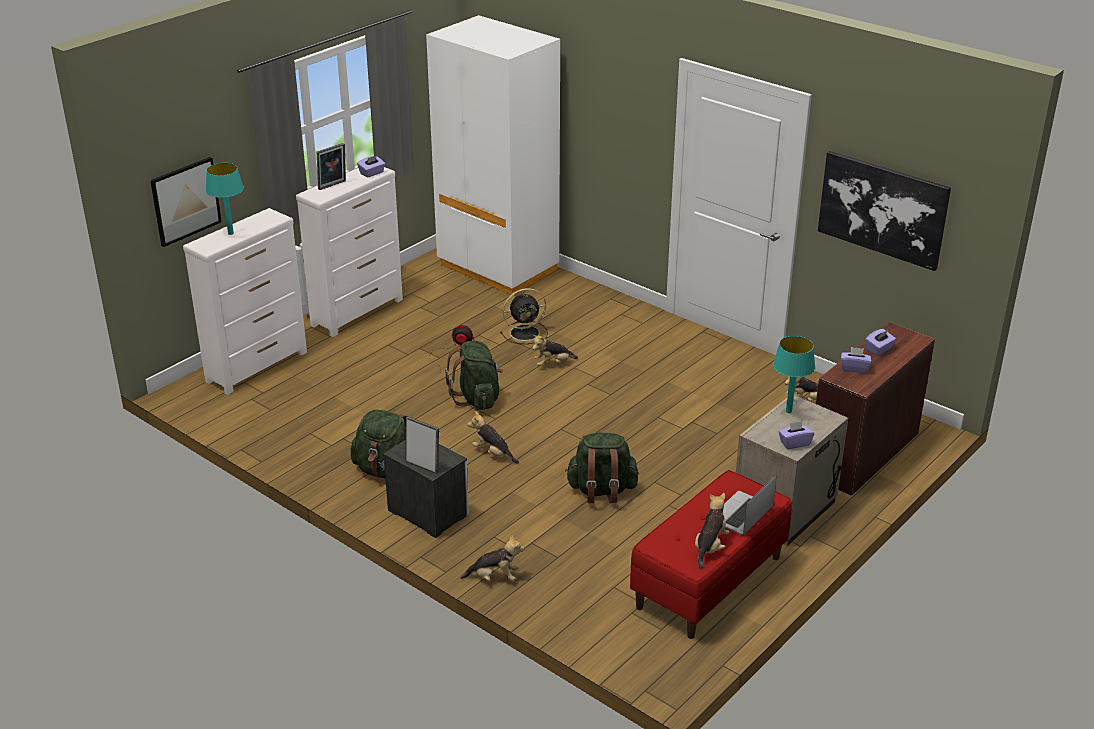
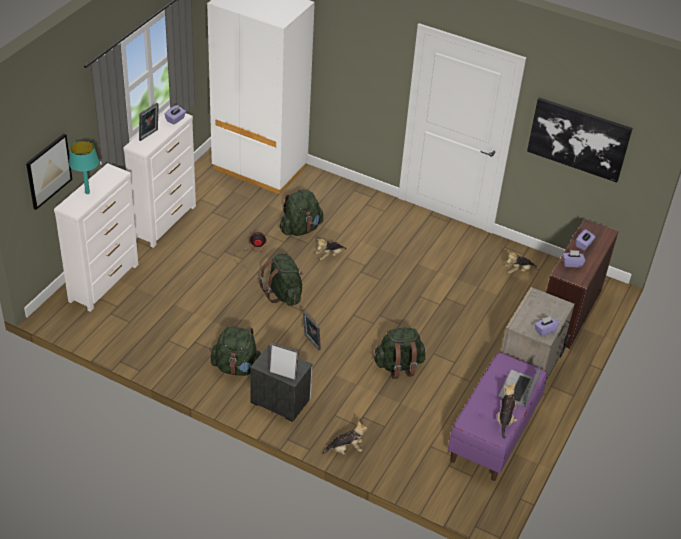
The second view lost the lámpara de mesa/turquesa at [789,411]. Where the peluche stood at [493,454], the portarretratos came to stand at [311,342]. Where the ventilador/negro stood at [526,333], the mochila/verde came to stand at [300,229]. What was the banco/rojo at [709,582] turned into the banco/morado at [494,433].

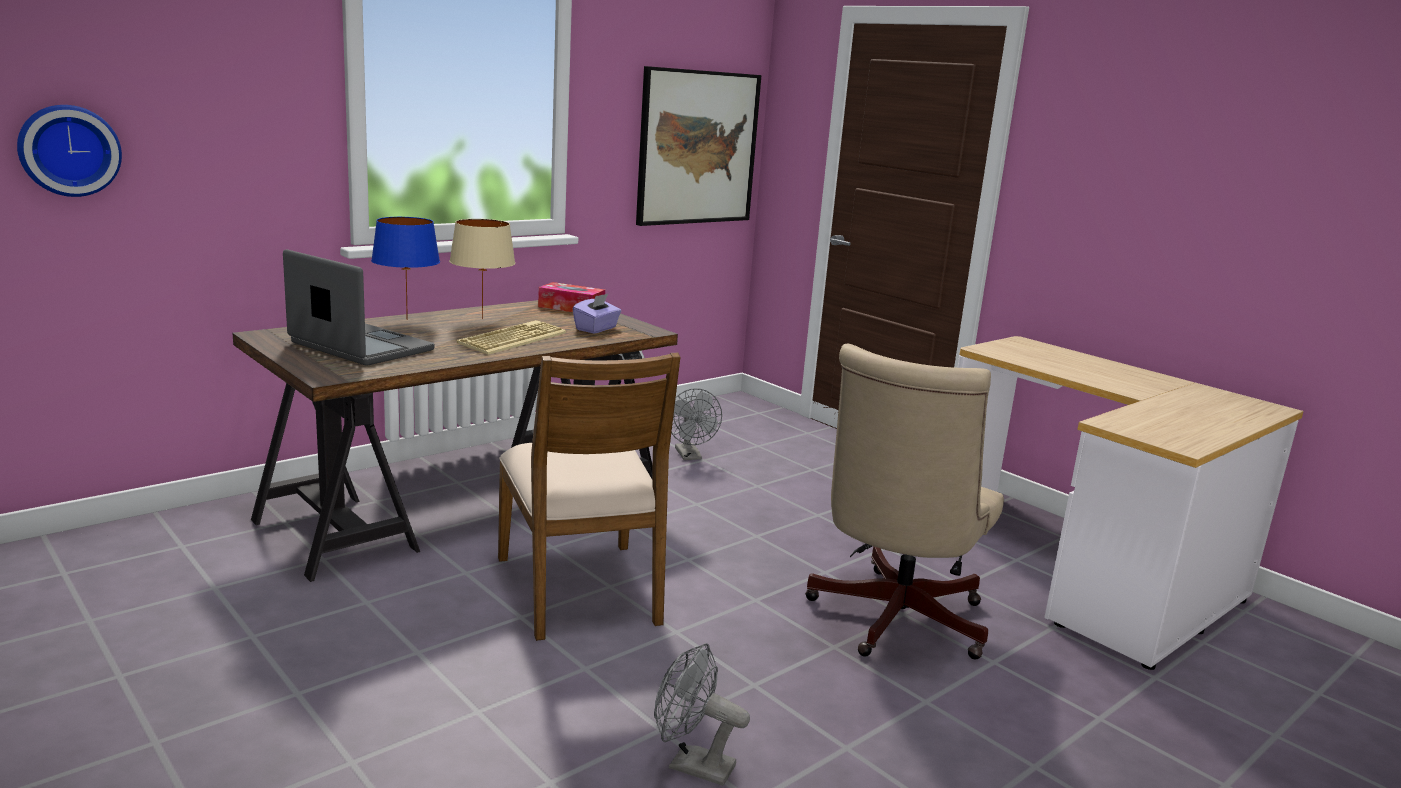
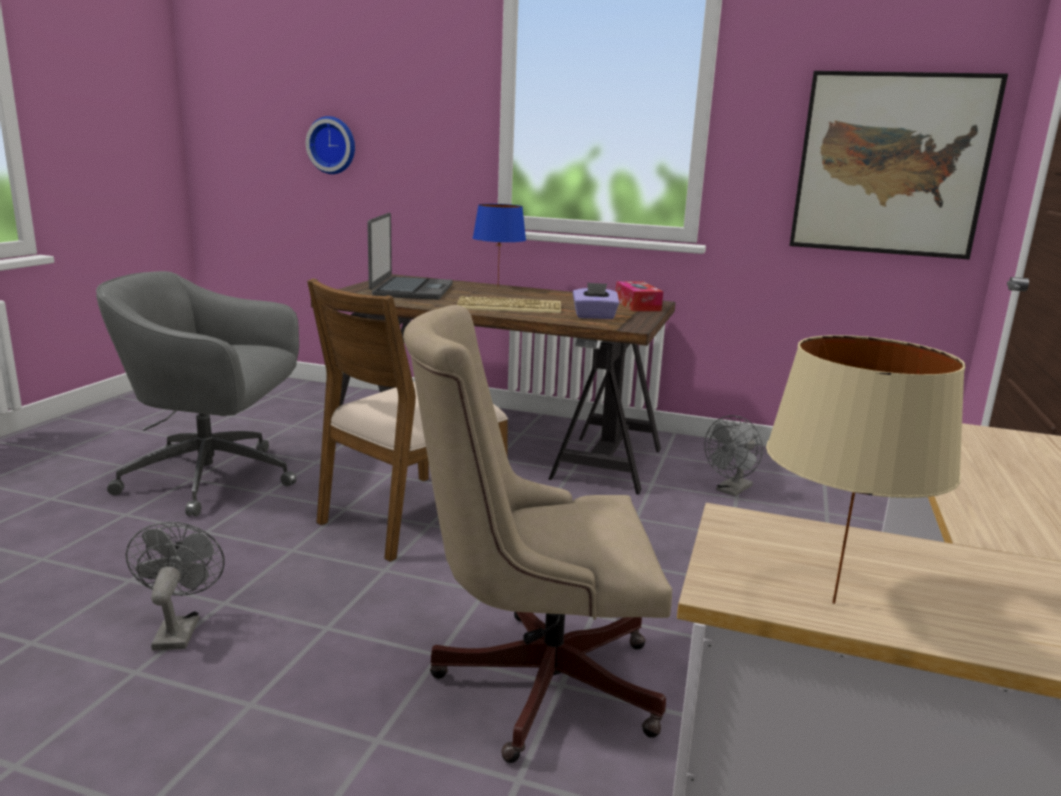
The second view gained the silla de oficina/gris at [215,479]. The lámpara de mesa/beis ended up elsewhere, having gone from [482,319] to [834,602].

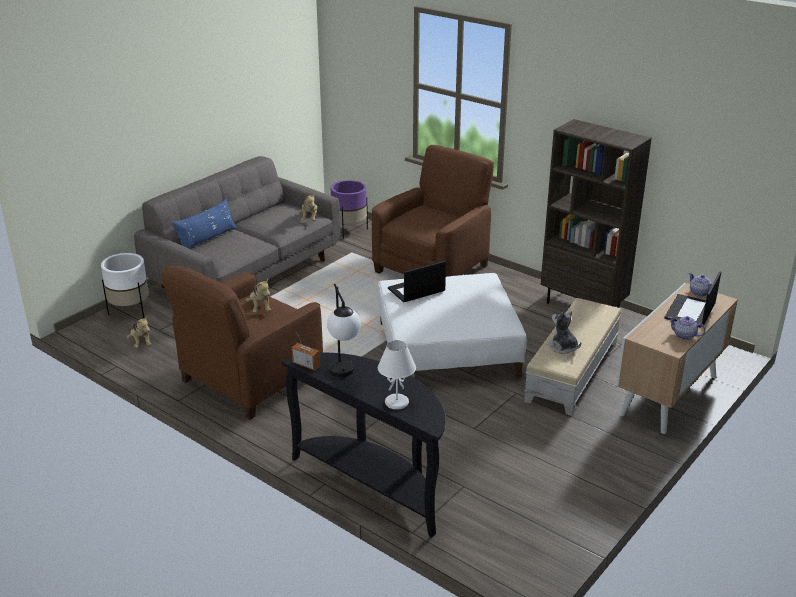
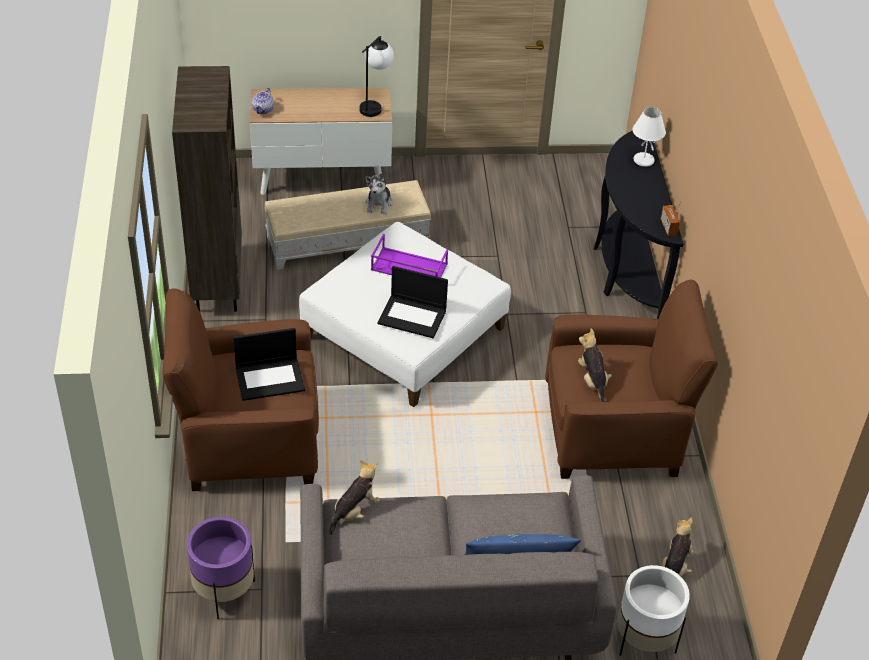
The second view lost the tetera at [684,335]. The second view gained the bandeja/morado at [408,267]. The lámpara de mesa ended up elsewhere, having gone from [344,376] to [375,105]. The portátil ended up elsewhere, having gone from [690,312] to [270,378]. The peluche at [260,307] ended up facing another way, 45 degrees counterclockwise from before.

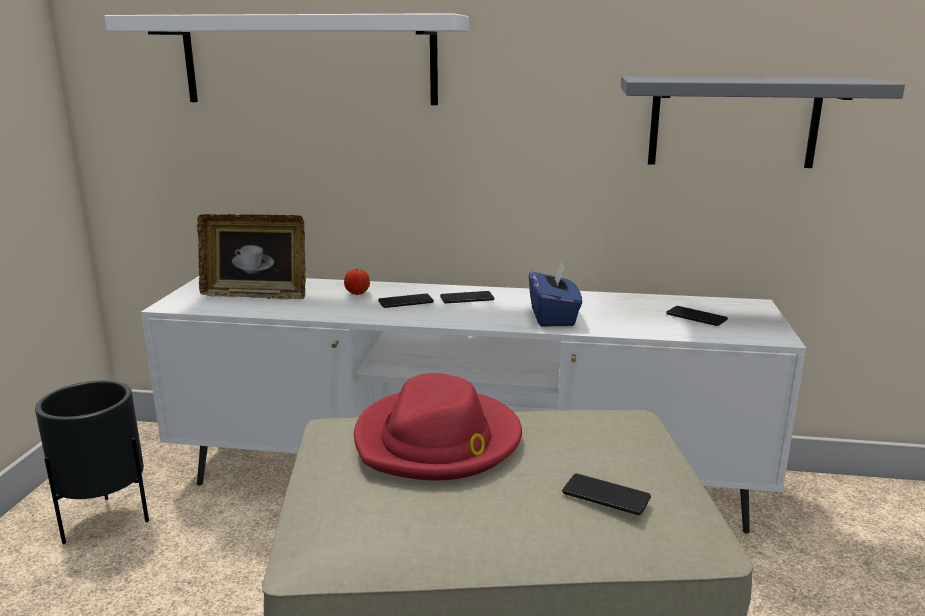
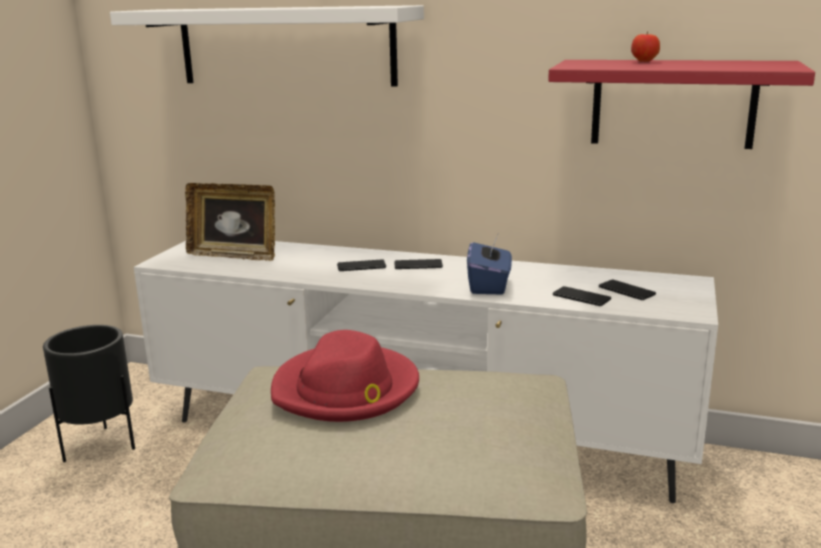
The manzana ended up elsewhere, having gone from [357,293] to [644,61]. The móvil ended up elsewhere, having gone from [606,495] to [581,297]. What was the estante/gris at [733,122] turned into the estante/rojo at [673,103].

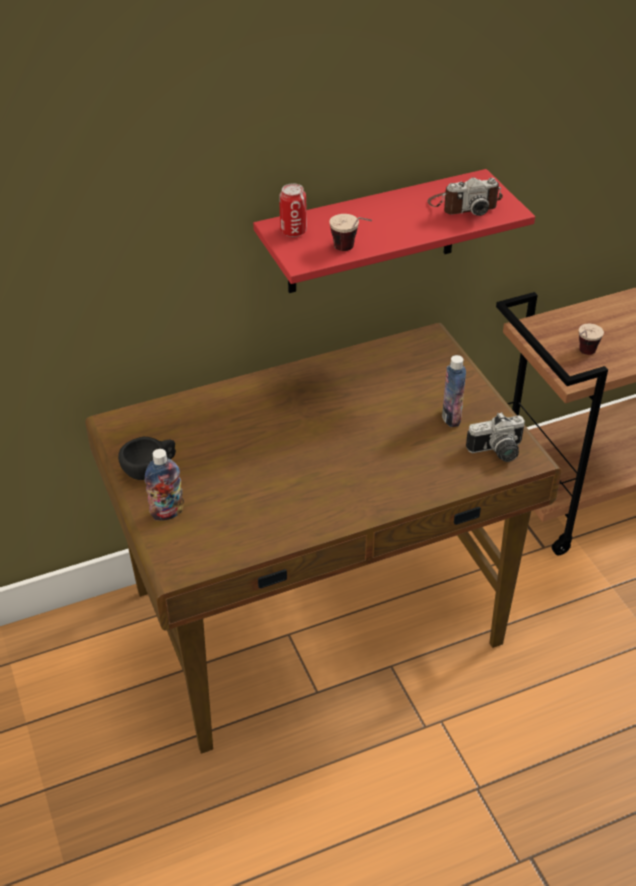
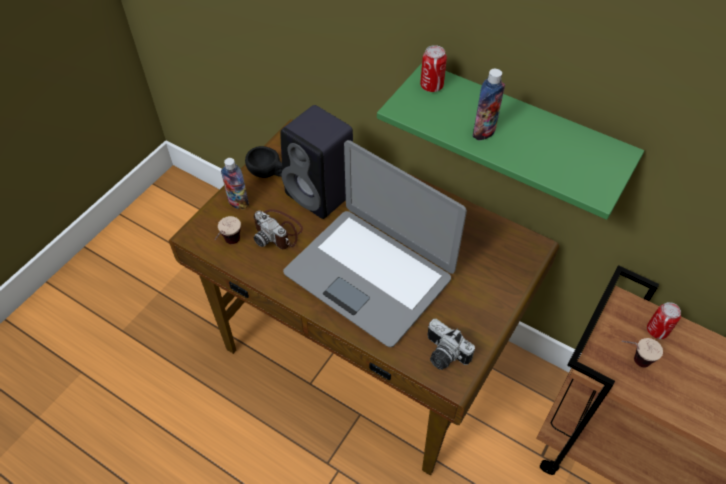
The second view gained the altavoz/negro at [322,194]. The second view gained the portátil at [369,274]. The second view gained the lata at [657,330]. The taza ended up elsewhere, having gone from [351,251] to [229,245]. The cámara ended up elsewhere, having gone from [464,205] to [278,231]. The botella ended up elsewhere, having gone from [451,418] to [484,132]. What was the estante/rojo at [372,233] turned into the estante/verde at [519,134].

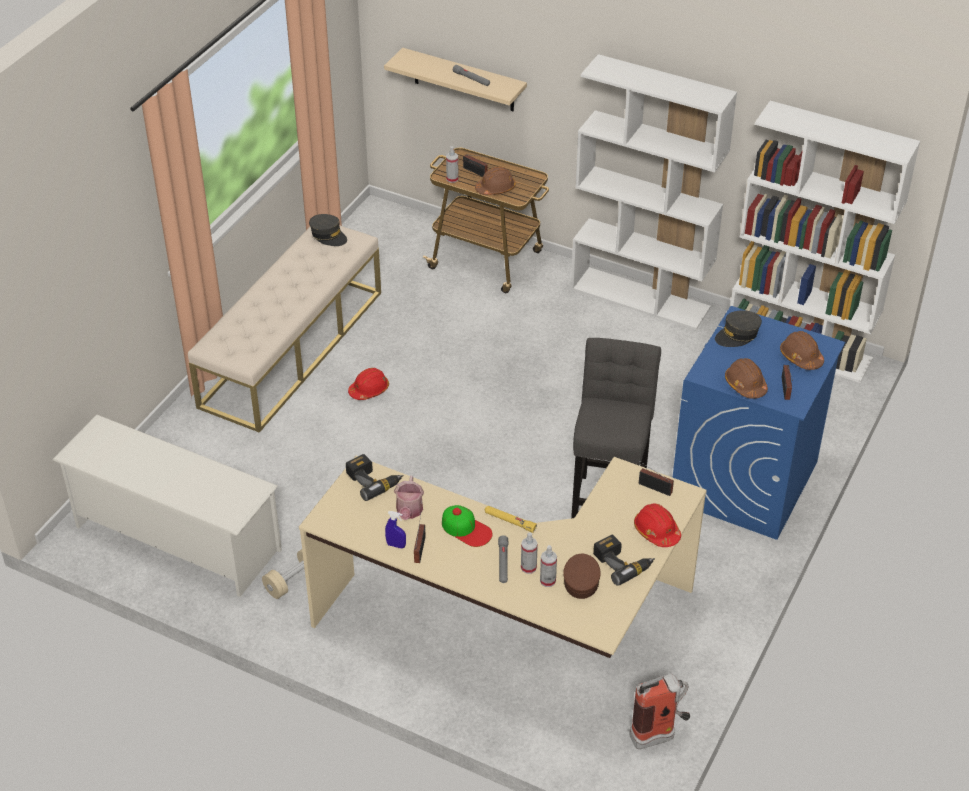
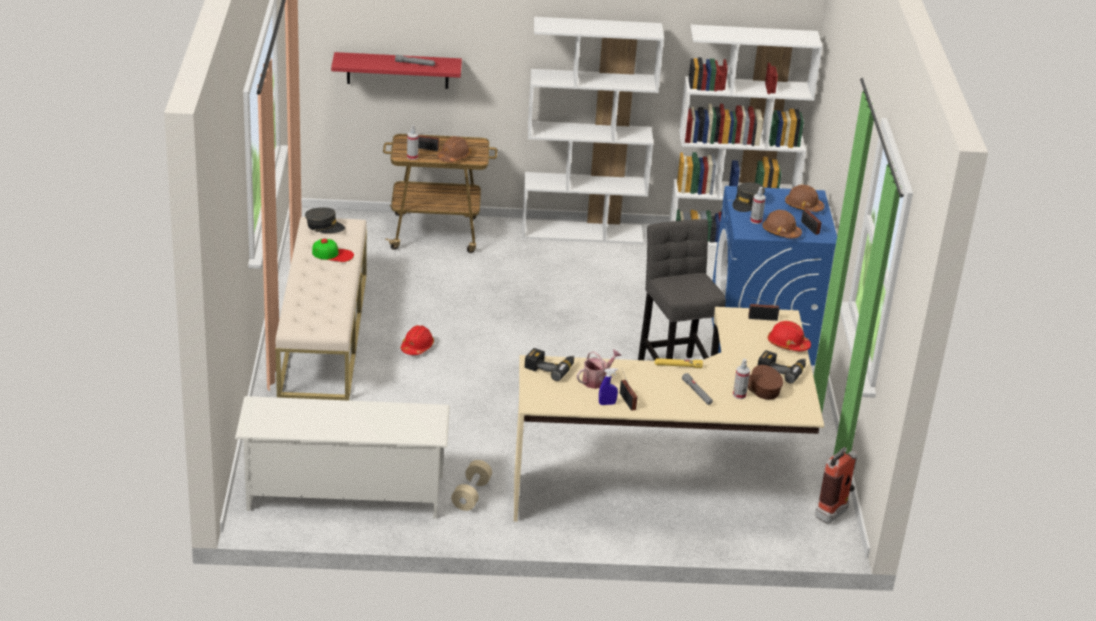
The gorra ended up elsewhere, having gone from [466,529] to [333,254]. The pulverizador ended up elsewhere, having gone from [528,567] to [756,221]. What was the estante/beis at [464,80] turned into the estante/rojo at [397,70]. The regadera at [409,512] ended up facing another way, 105 degrees counterclockwise from before.

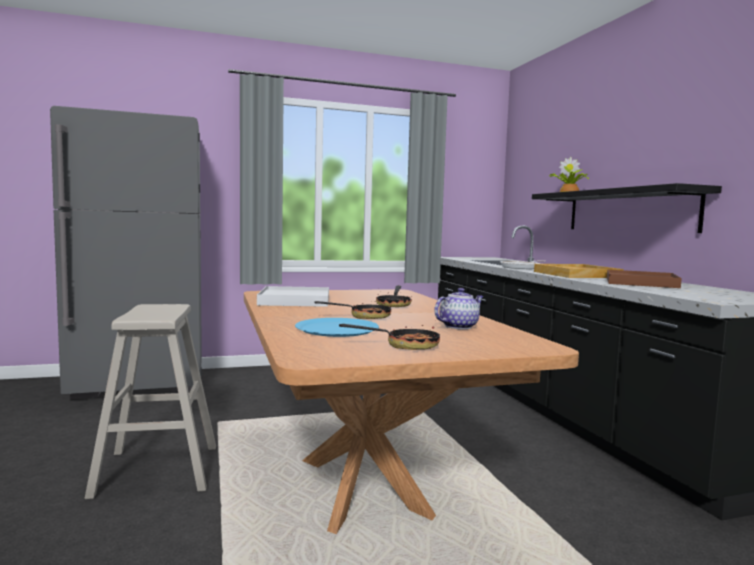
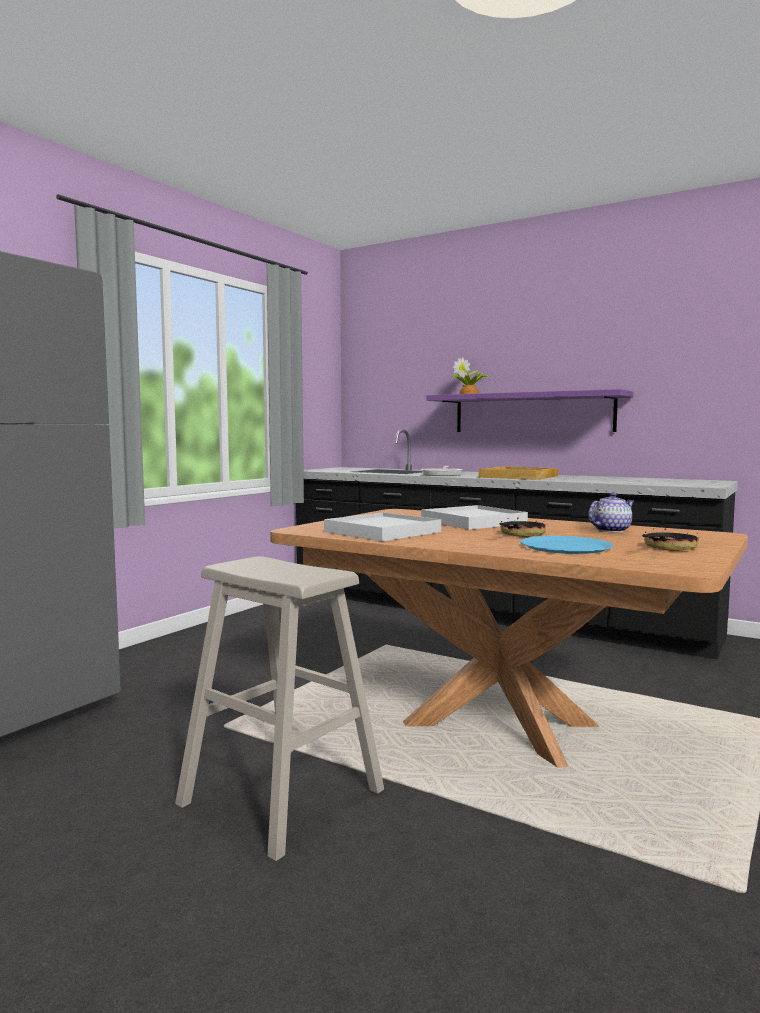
The second view lost the bandeja/marrón at [641,283]. Where the sartén stood at [394,304], the bandeja/blanco came to stand at [473,522]. What was the estante/negro at [628,211] turned into the estante/morado at [532,413]. The tetera at [458,326] ended up facing another way, 45 degrees clockwise from before.

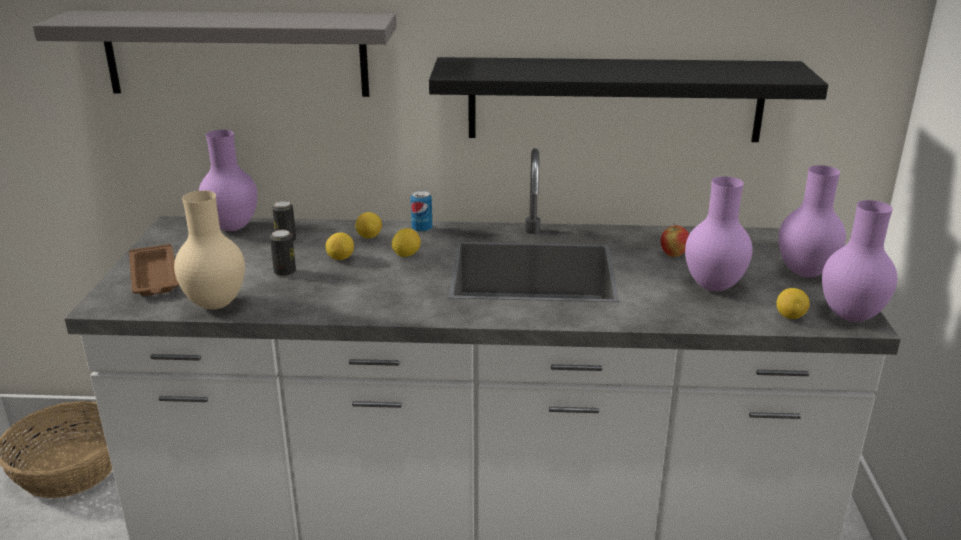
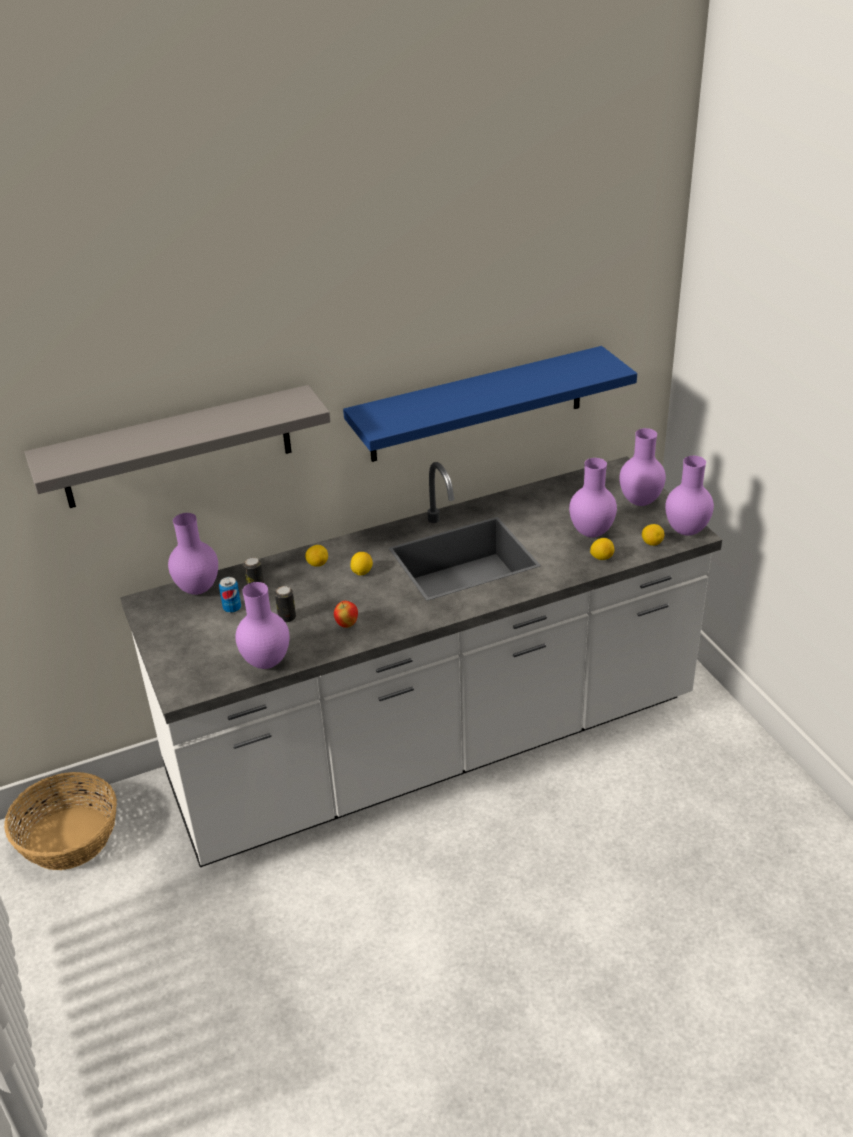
The second view lost the bandeja/marrón at [154,277]. The limón ended up elsewhere, having gone from [340,258] to [601,557]. The lata ended up elsewhere, having gone from [422,229] to [232,608]. The manzana ended up elsewhere, having gone from [673,255] to [347,624]. What was the florero/beis at [217,305] turned into the florero/morado at [267,662]. What was the estante/negro at [615,99] turned into the estante/azul at [477,404].

